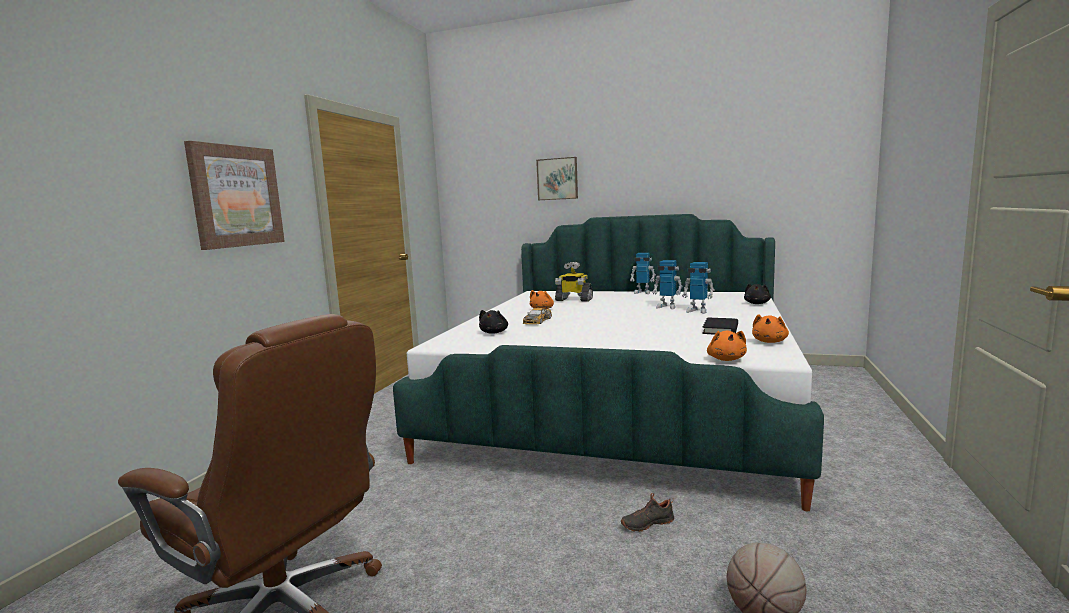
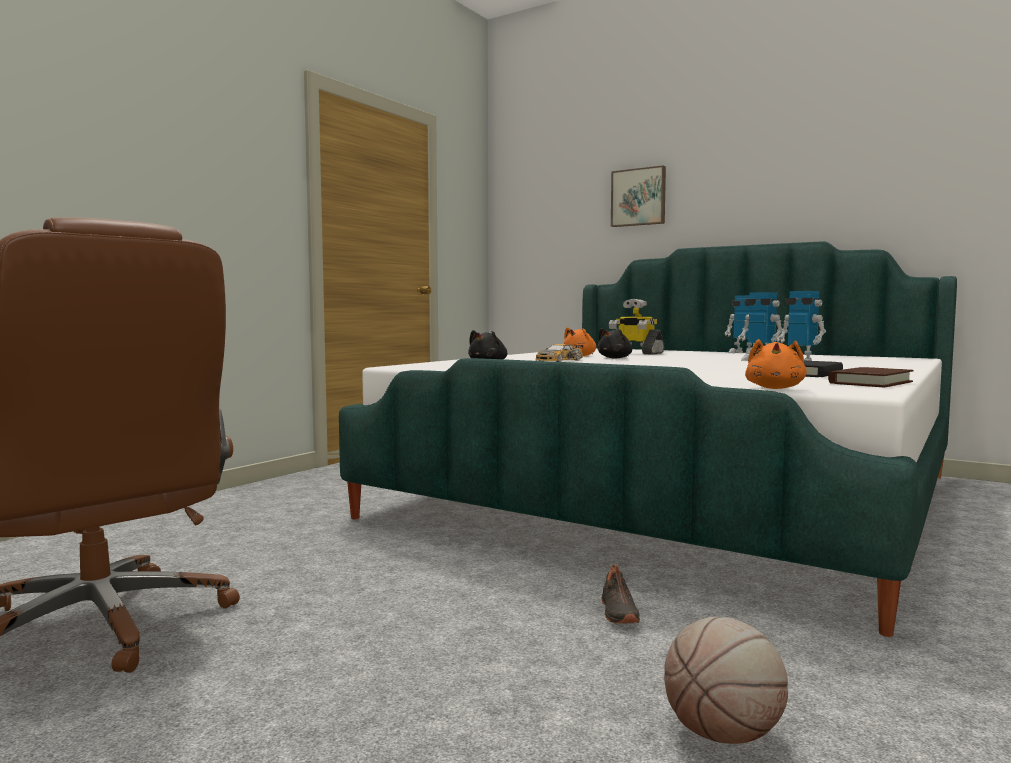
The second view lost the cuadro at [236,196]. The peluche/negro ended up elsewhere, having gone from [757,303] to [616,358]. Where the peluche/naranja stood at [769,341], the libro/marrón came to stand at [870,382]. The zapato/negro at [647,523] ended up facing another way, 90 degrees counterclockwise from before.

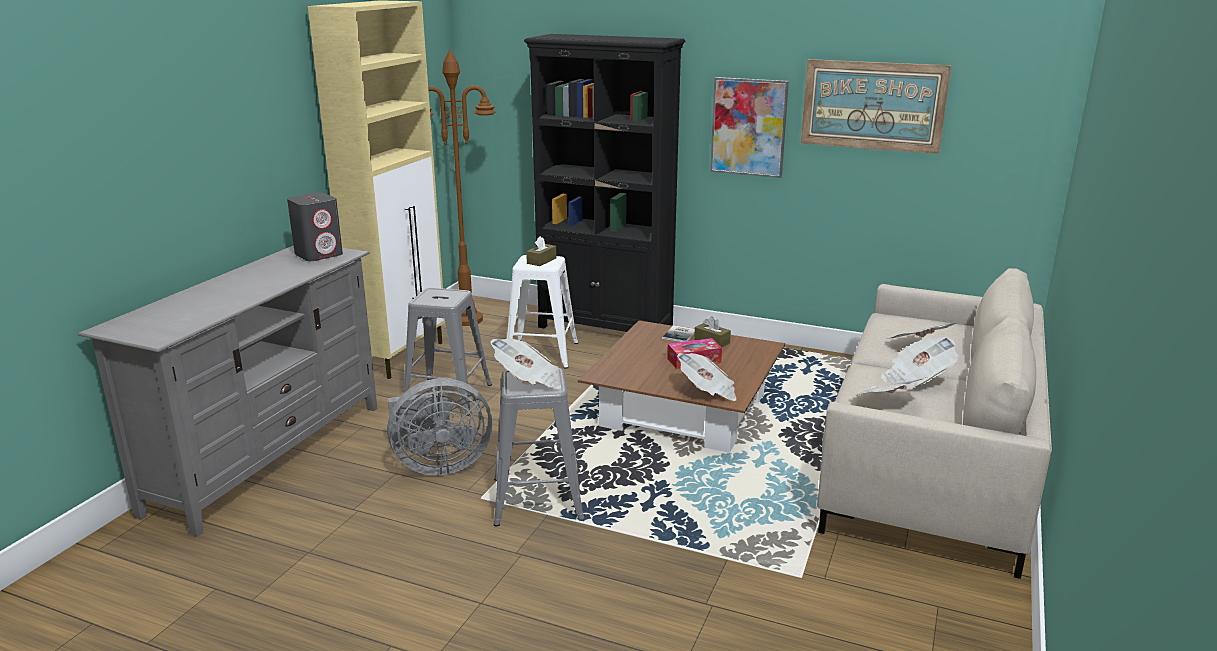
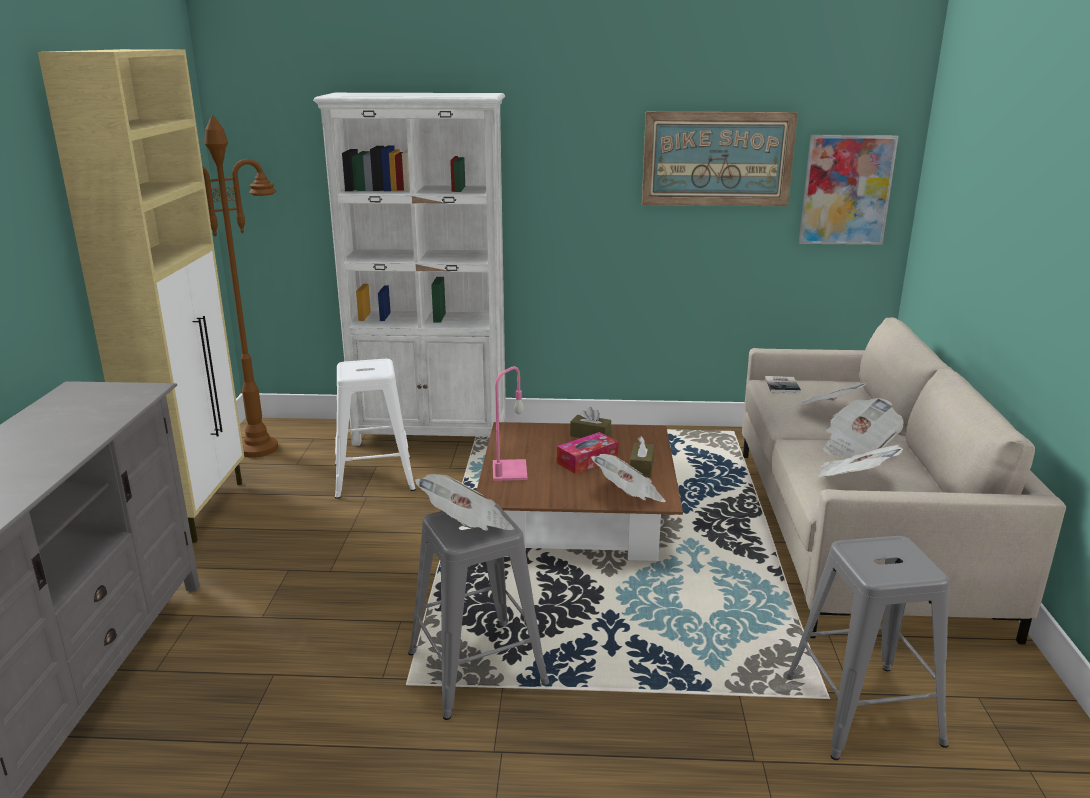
The second view lost the altavoz/gris at [319,254]. The second view lost the ventilador/gris at [438,465]. The second view gained the lámpara de mesa/rosa at [510,471]. The taburete/gris ended up elsewhere, having gone from [449,395] to [863,708]. The caja de pañuelos/marrón ended up elsewhere, having gone from [541,261] to [641,467]. The libro ended up elsewhere, having gone from [680,334] to [783,385]. The cuadro ended up elsewhere, having gone from [748,127] to [846,190]. What was the estantería/negro at [606,328] turned into the estantería/blanco at [432,435].

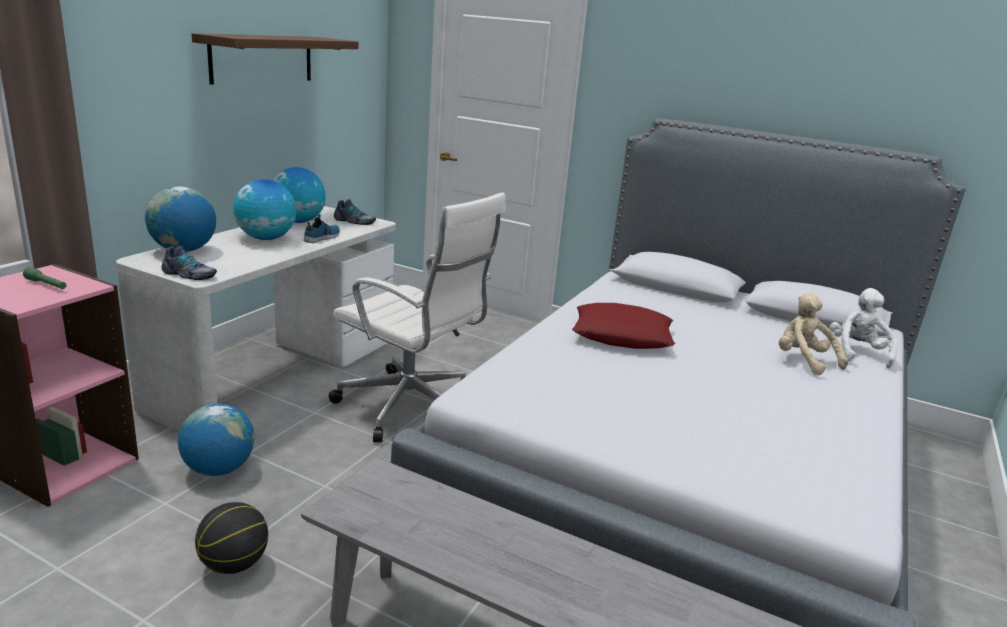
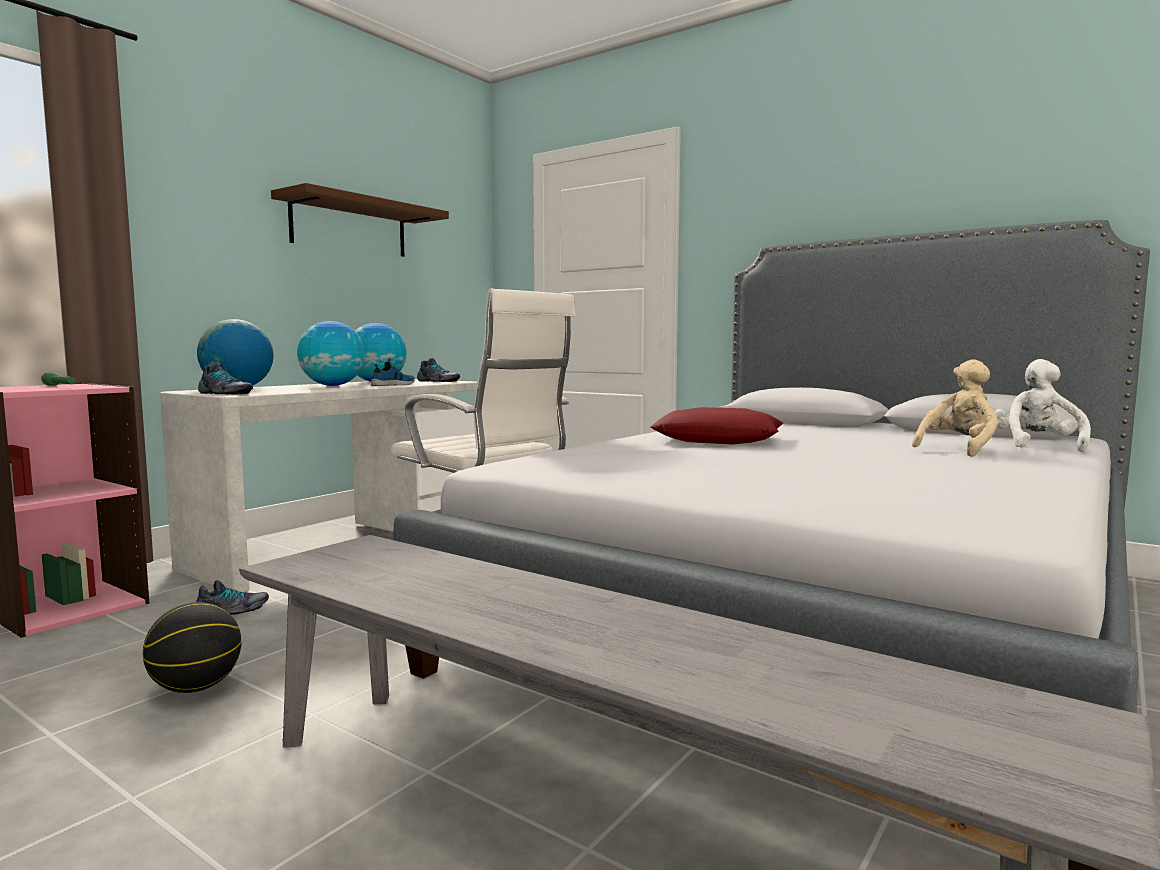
Where the globo terráqueo stood at [219,469], the zapato came to stand at [232,611]. The peluche/beis at [803,361] ended up facing another way, 75 degrees clockwise from before.

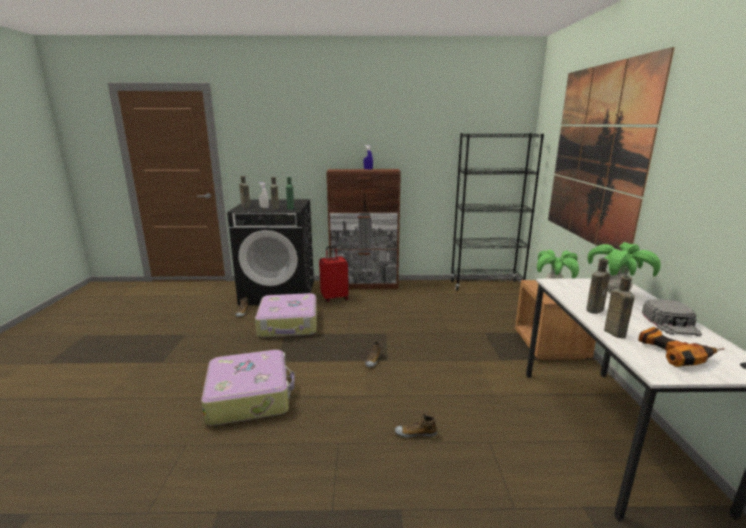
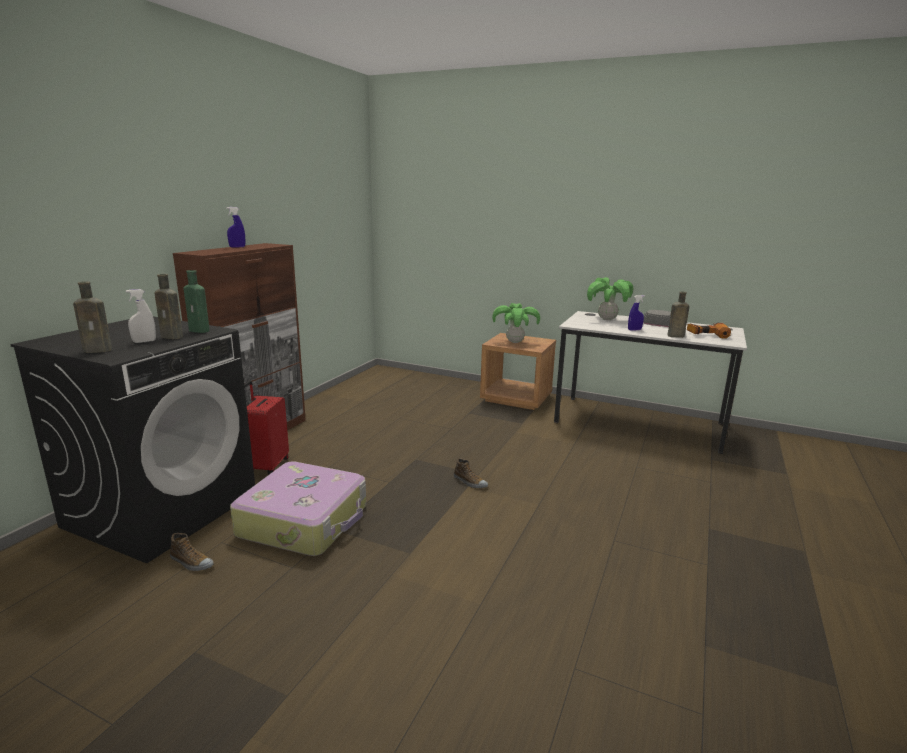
The second view lost the maleta at [250,396]. The second view lost the zapato at [415,433]. The second view lost the estantería/negro at [486,285]. The second view lost the cuadro at [595,155]. Where the botella/marrón stood at [595,309], the pulverizador/azul came to stand at [634,330].

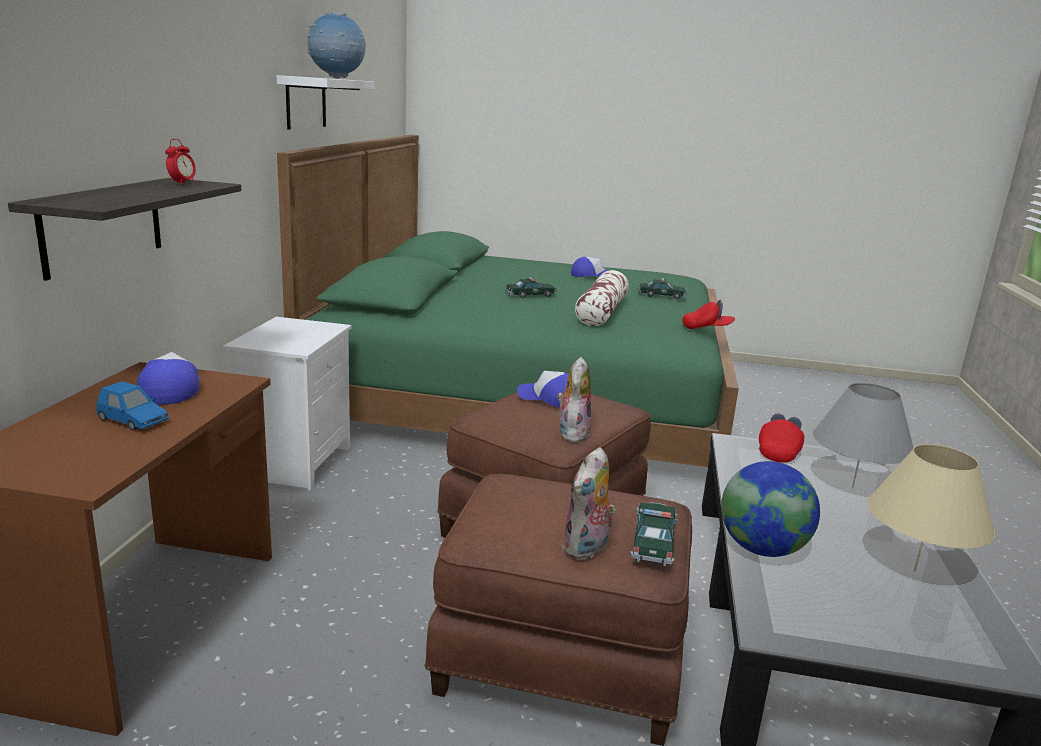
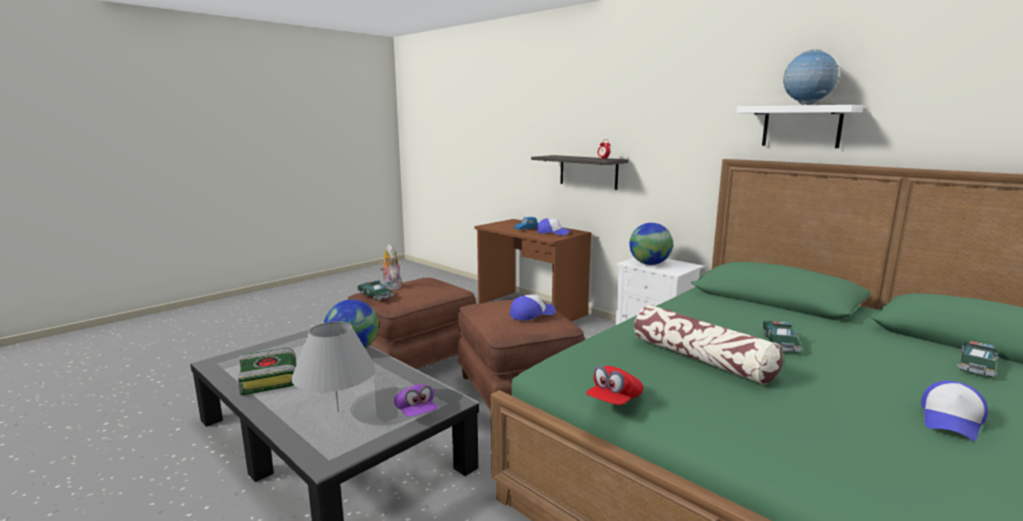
The second view lost the peluche at [572,432]. The second view gained the globo terráqueo at [649,264]. The coche de juguete ended up elsewhere, having gone from [661,296] to [976,366]. Where the lámpara de mesa/beis stood at [914,570], the libro came to stand at [270,378]. What was the gorra/rojo at [779,452] turned into the gorra/morado at [416,412].

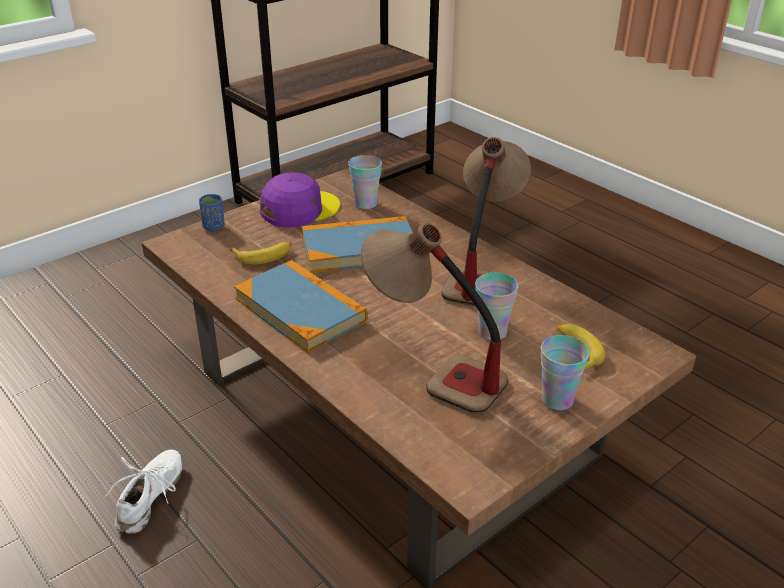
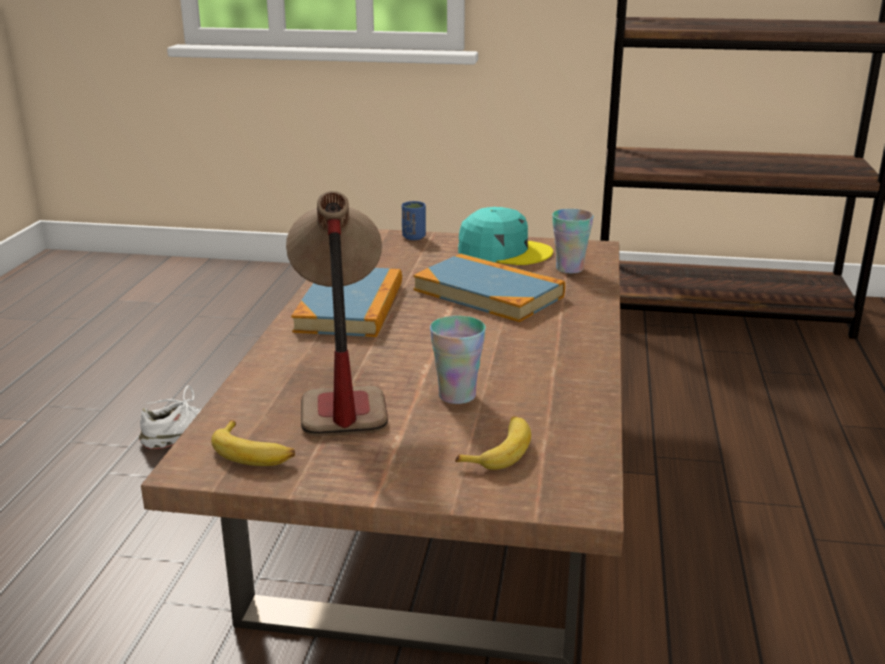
The second view lost the lámpara de mesa at [481,272]. The second view lost the taza at [557,400]. The plátano ended up elsewhere, having gone from [264,256] to [254,453]. What was the gorra/morado at [299,209] turned into the gorra/turquesa at [503,251].

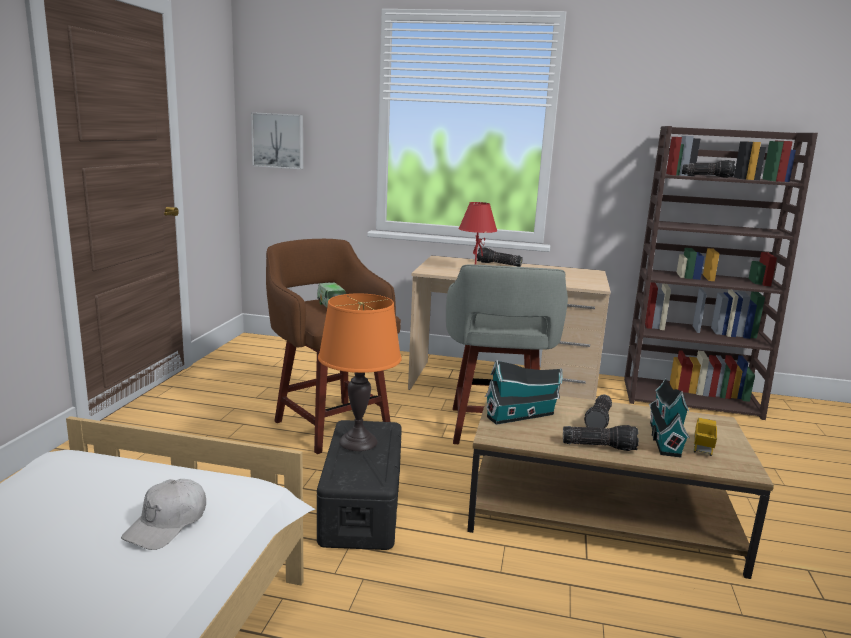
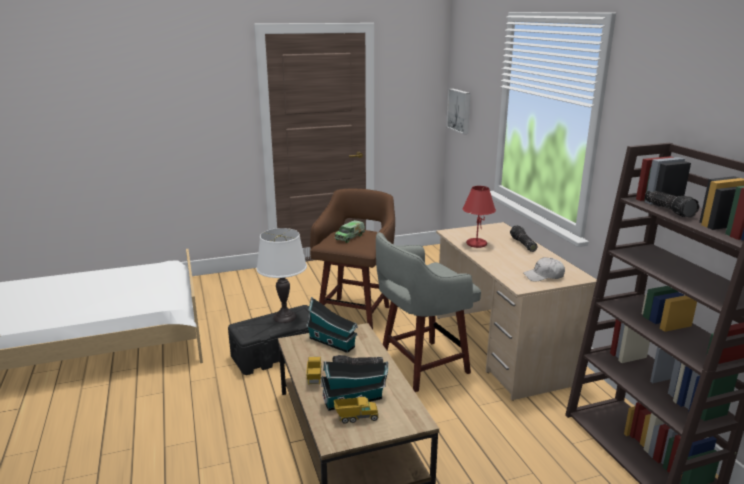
The gorra/blanco ended up elsewhere, having gone from [167,524] to [544,276]. Where the linterna stood at [599,446], the camión de juguete came to stand at [314,377]. What was the lámpara de mesa/naranja at [358,442] turned into the lámpara de mesa/blanco at [285,317].

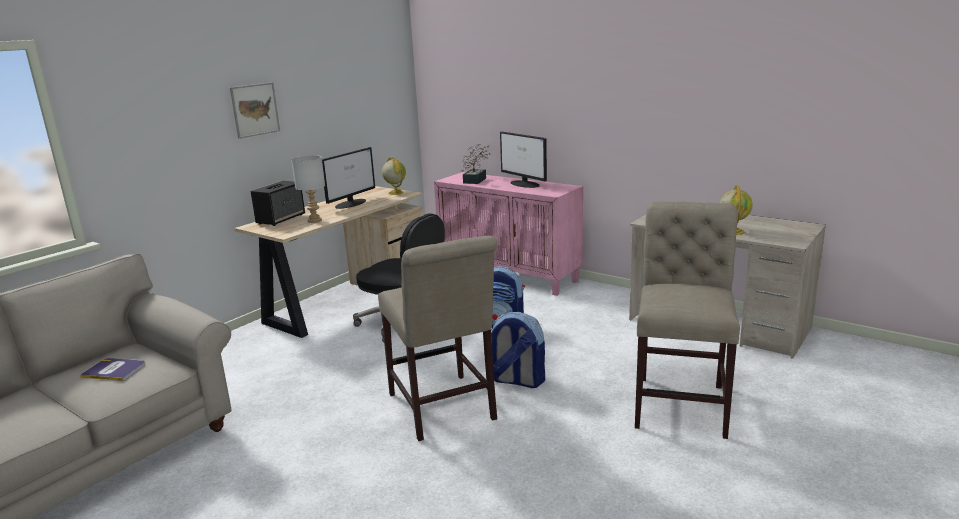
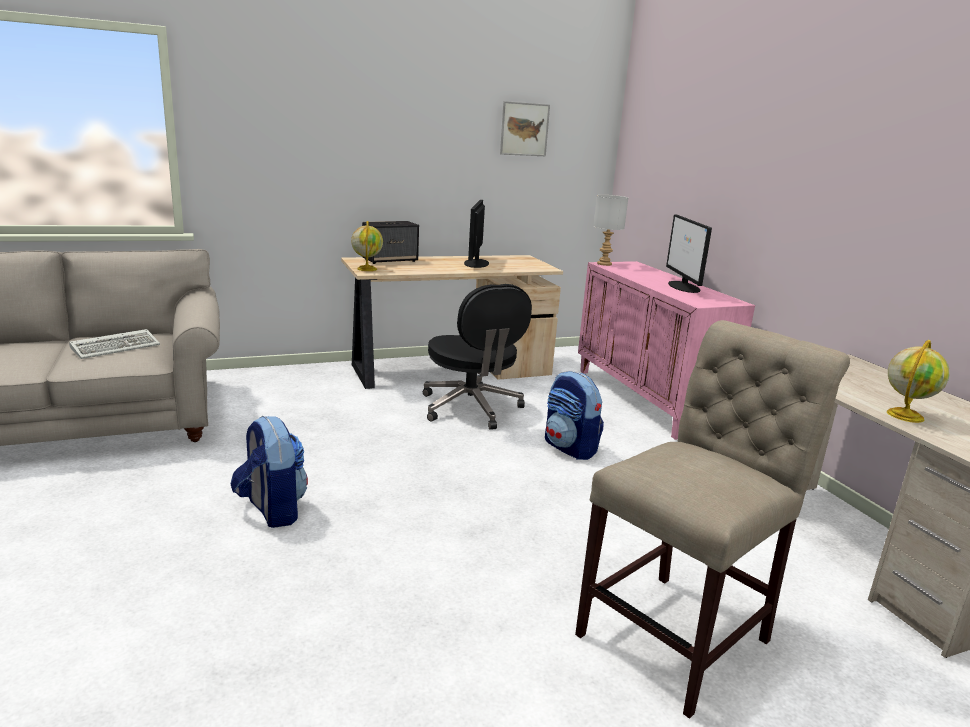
The second view lost the silla/beis at [443,410]. The second view lost the planta en maceta at [476,180]. The cuadro ended up elsewhere, having gone from [255,110] to [524,129]. The lámpara de mesa/gris ended up elsewhere, having gone from [315,220] to [605,264]. The globo terráqueo ended up elsewhere, having gone from [395,192] to [366,269]. The mochila ended up elsewhere, having gone from [517,380] to [272,510]. Where the libro stood at [114,370], the teclado came to stand at [117,347]. The monitor at [351,203] ended up facing another way, 120 degrees clockwise from before.

